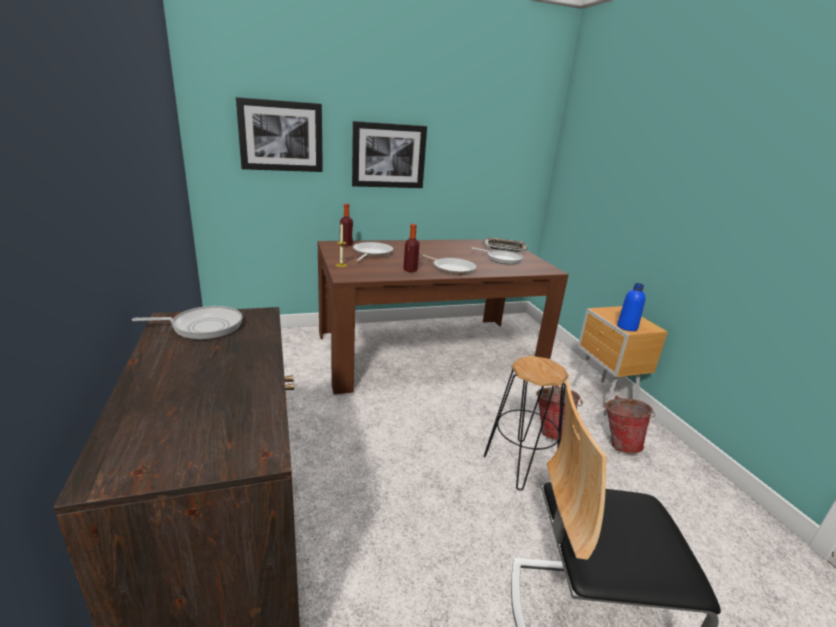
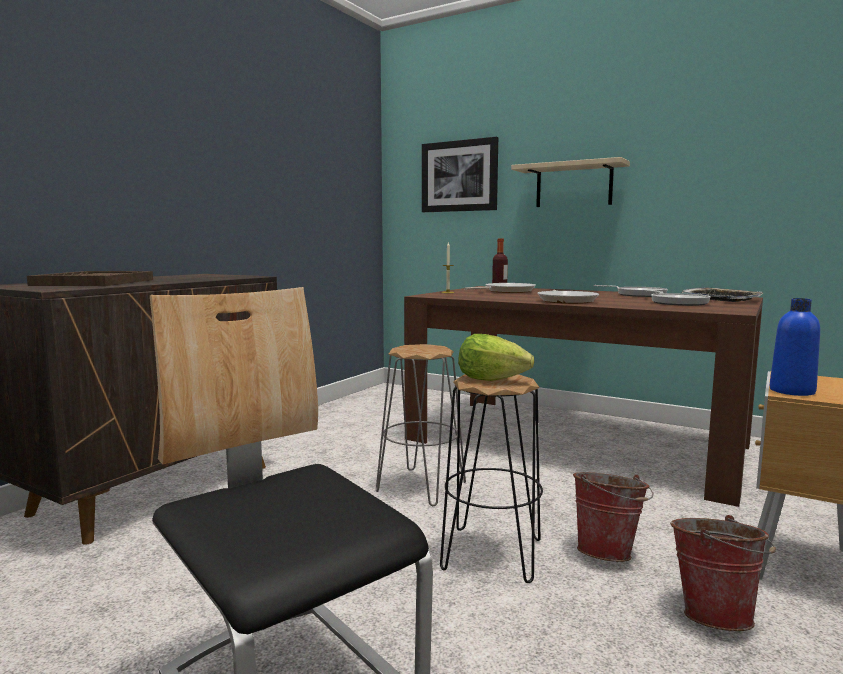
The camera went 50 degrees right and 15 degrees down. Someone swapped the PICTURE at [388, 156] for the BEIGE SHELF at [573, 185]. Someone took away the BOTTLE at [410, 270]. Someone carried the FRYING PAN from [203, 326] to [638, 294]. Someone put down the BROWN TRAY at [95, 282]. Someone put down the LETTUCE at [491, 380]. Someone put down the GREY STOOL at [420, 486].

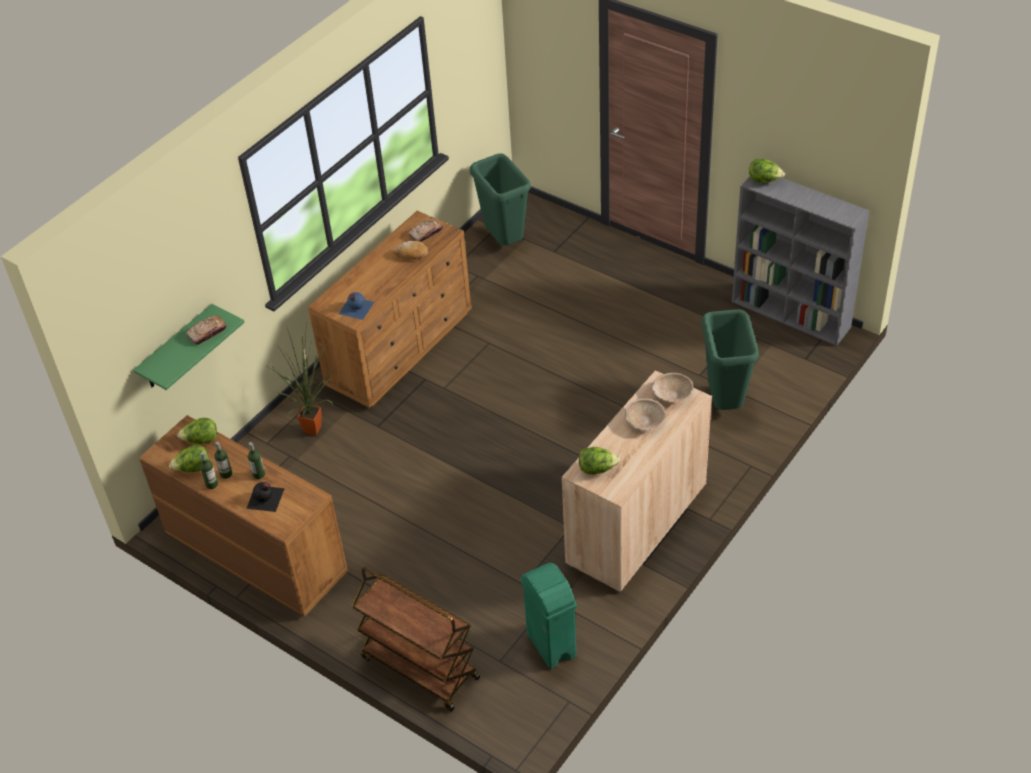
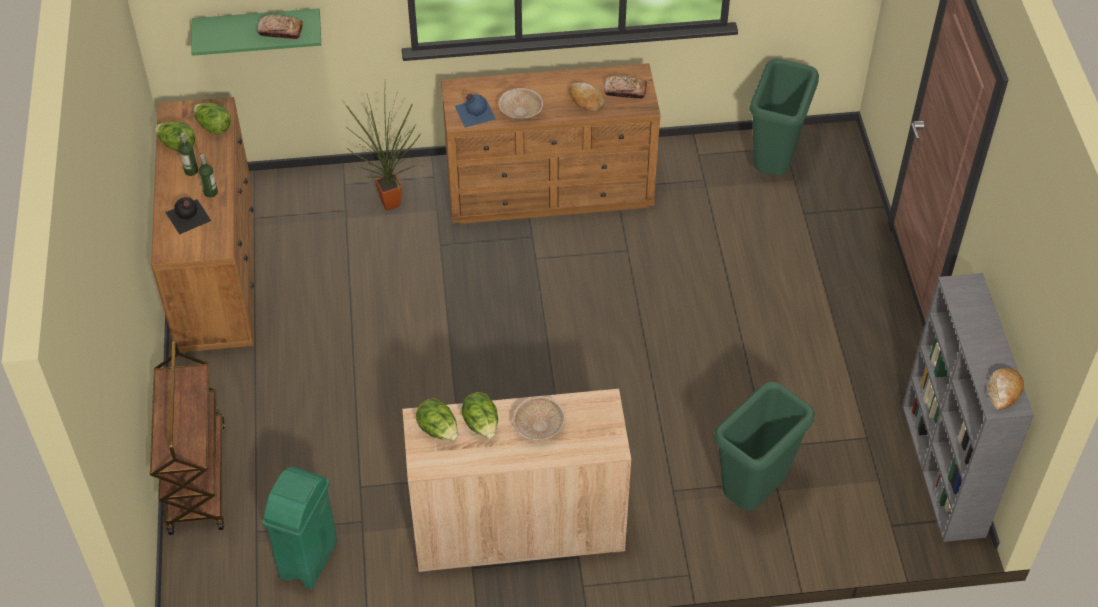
The camera went 45 degrees right and 5 degrees up. Someone carried the LETTUCE from [764, 180] to [481, 425]. Someone carried the BEIGE BOWL from [671, 395] to [520, 111]. Someone took away the BOTTLE at [212, 484]. Someone put down the BREAD at [1003, 392].

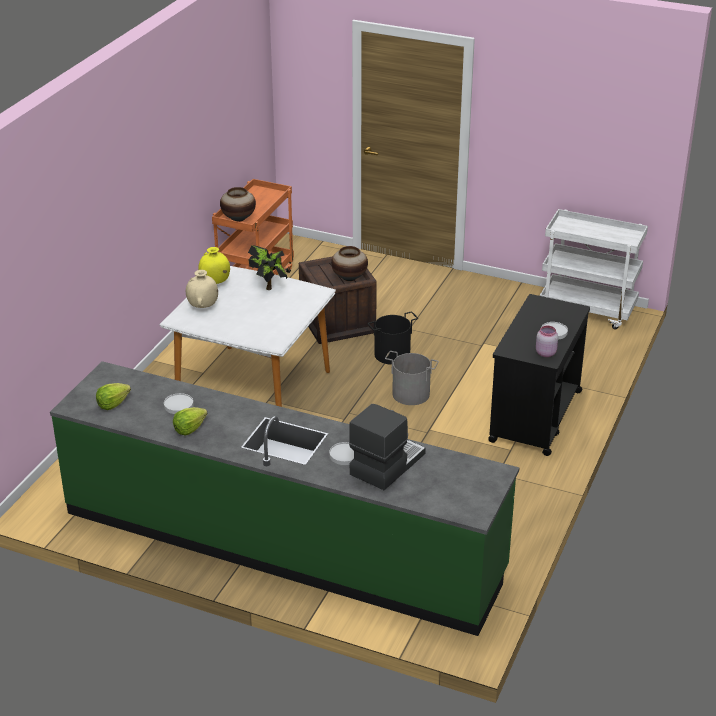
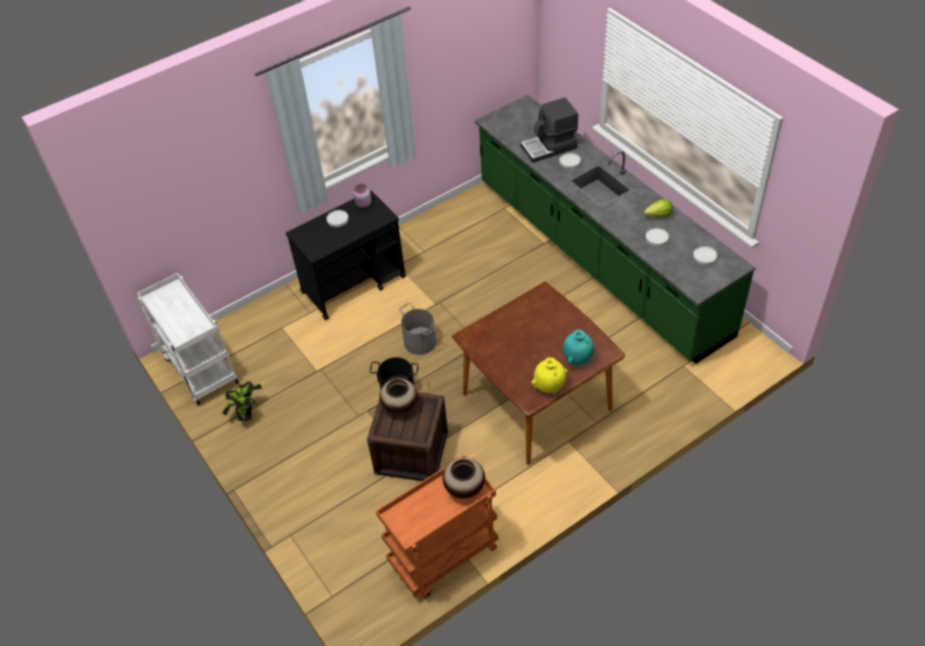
The camera went 145 degrees left and 15 degrees up. Someone carried the POTTED PLANT from [269, 285] to [247, 412]. Someone repainted the WHITE DINING TABLE at [253, 388], which became the BROWN DINING TABLE at [537, 402]. Someone repainted the BEIGE VASE at [203, 307], which became the TURQUOISE VASE at [577, 359]. Someone swapped the LETTUCE at [113, 404] for the WHITE PLATE at [705, 256].

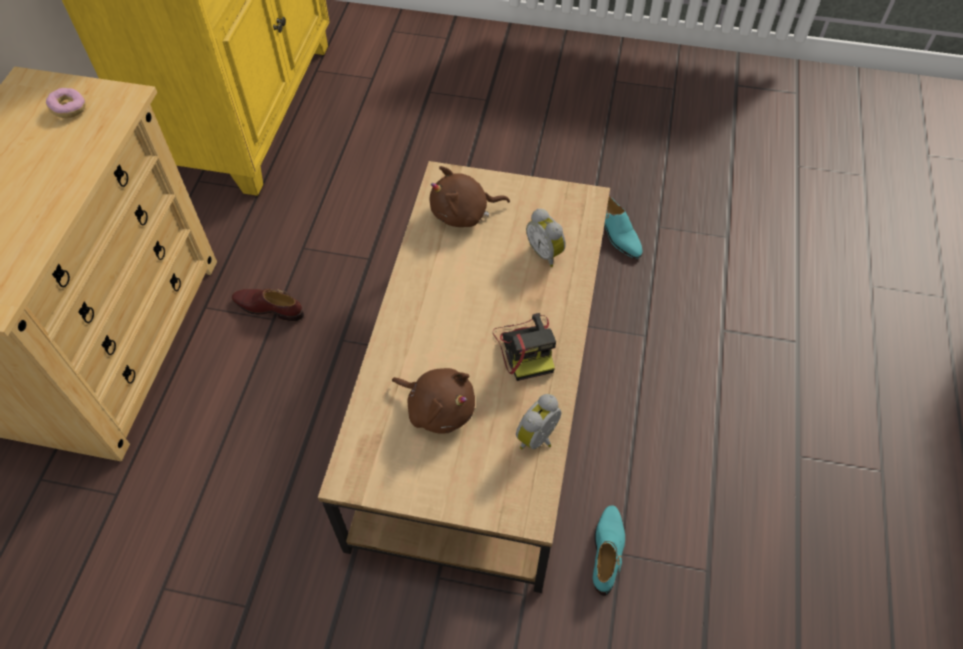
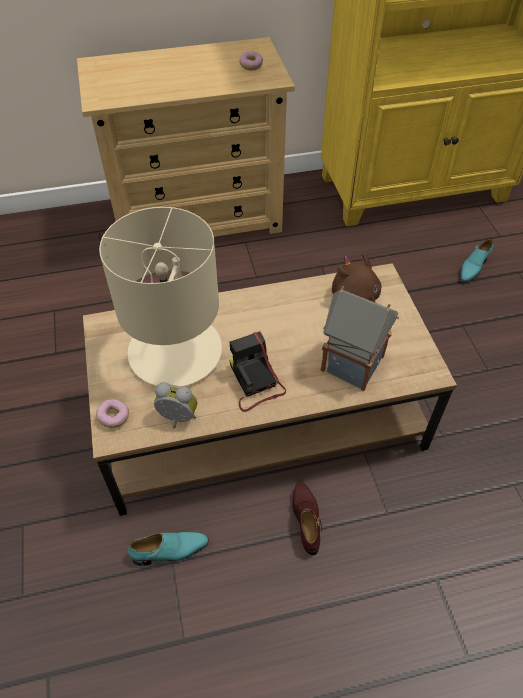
The camera went 65 degrees right and 5 degrees down. Someone carried the TURQUOISE SHOE from [617, 235] to [473, 267]. Someone swapped the ALARM CLOCK at [546, 252] for the TOY HOUSE at [354, 364]. Someone carried the BROWN SHOE from [268, 308] to [306, 519]. Someone rotated the PHOTO CAMERA at [526, 347] by 105 degrees clockwise. Someone swapped the BROWN PLUSH TOY at [438, 408] for the BEIGE TABLE LAMP at [175, 350]. Someone put down the DONUT at [114, 417].

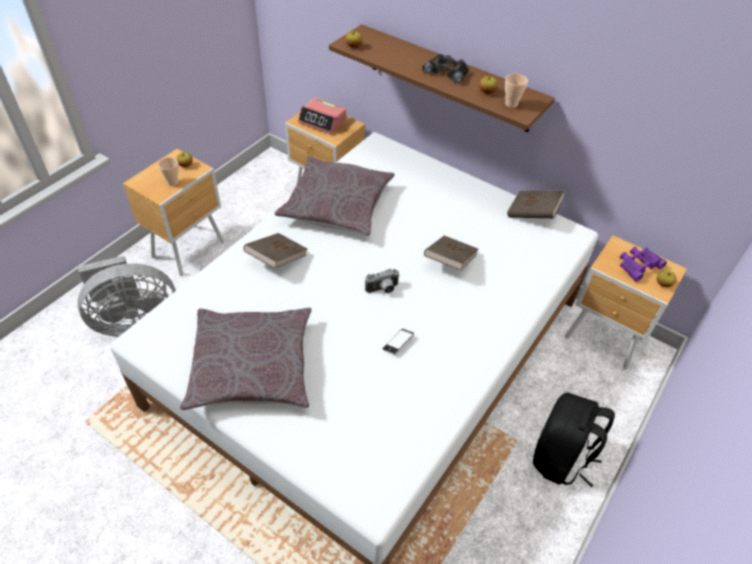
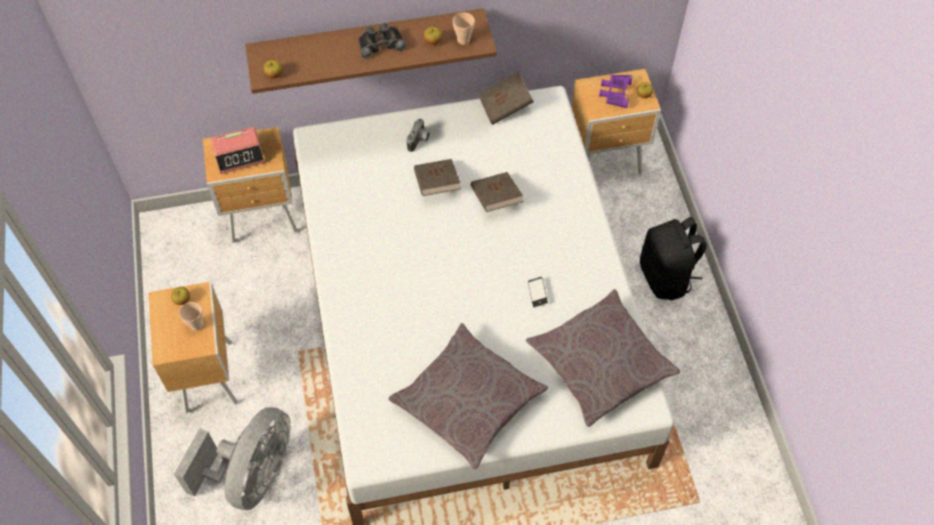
The camera went 45 degrees left and 10 degrees up. Someone carried the GREY PILLOW from [336, 204] to [600, 363]. Someone carried the BROWN BOOK from [277, 259] to [437, 185]. Someone carried the PHOTO CAMERA from [383, 290] to [419, 141].

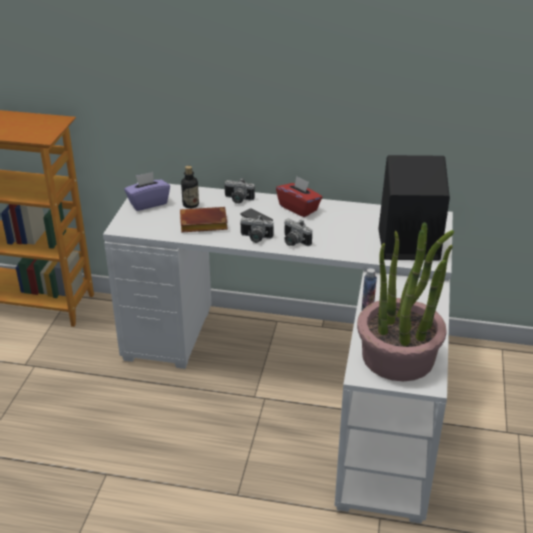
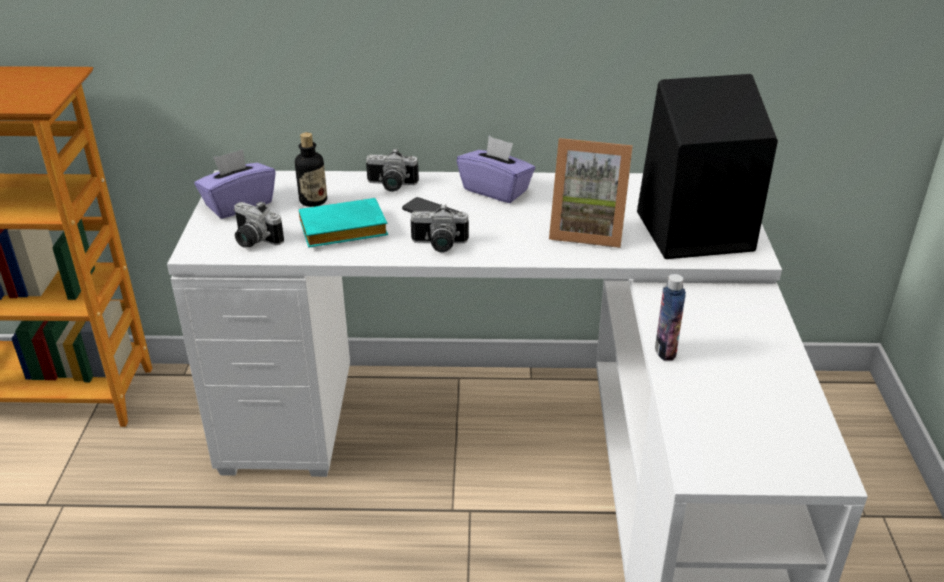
The camera went 10 degrees left and 0 degrees up. Someone repainted the RED TISSUE BOX at [299, 208], which became the PURPLE TISSUE BOX at [496, 190]. Someone repainted the BROWN BOOK at [202, 225], which became the TURQUOISE BOOK at [341, 232]. Someone carried the PHOTO CAMERA from [293, 242] to [253, 241]. Someone took away the POTTED PLANT at [398, 357]. Someone put down the PICTURE FRAME at [587, 230].

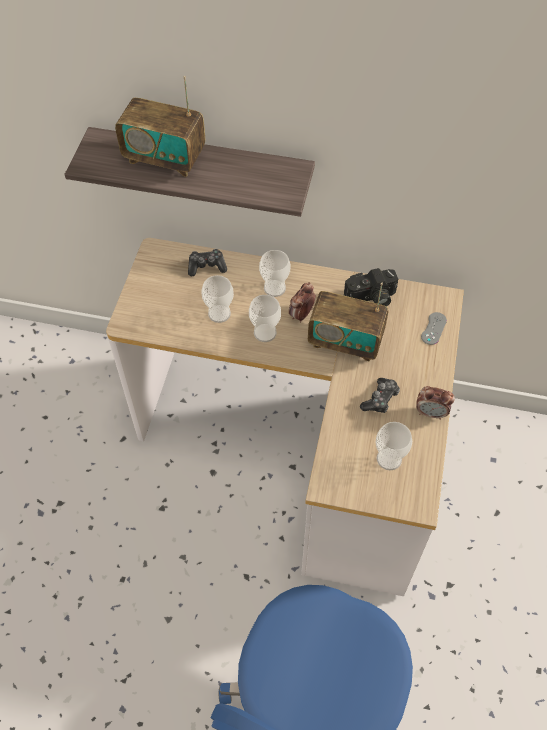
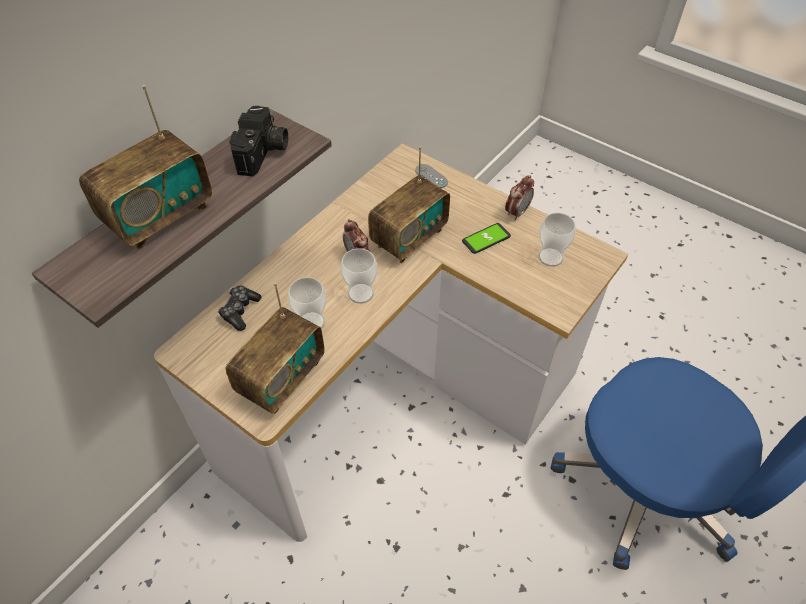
The camera went 65 degrees left and 5 degrees down. Someone took away the CUP at [274, 288]. Someone carried the PHOTO CAMERA from [371, 298] to [263, 153]. Someone swapped the GAME CONTROLLER at [380, 399] for the PHONE at [486, 239]. Someone put down the RADIO at [281, 378].

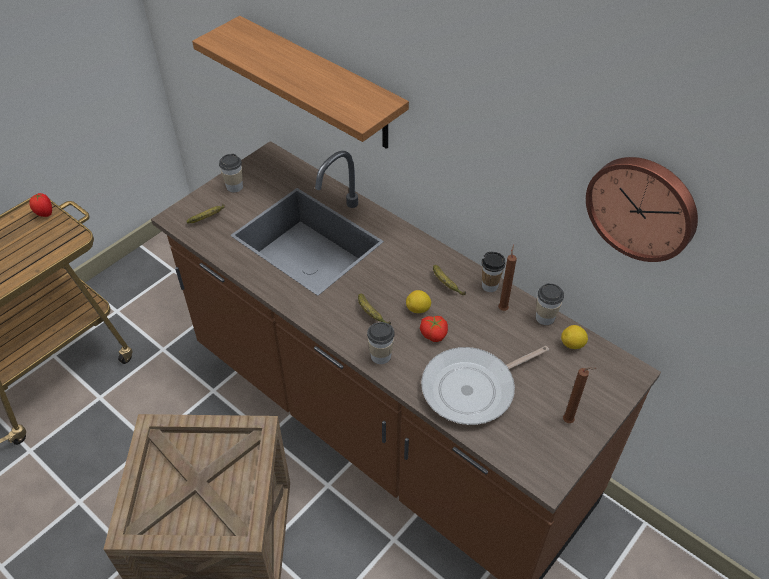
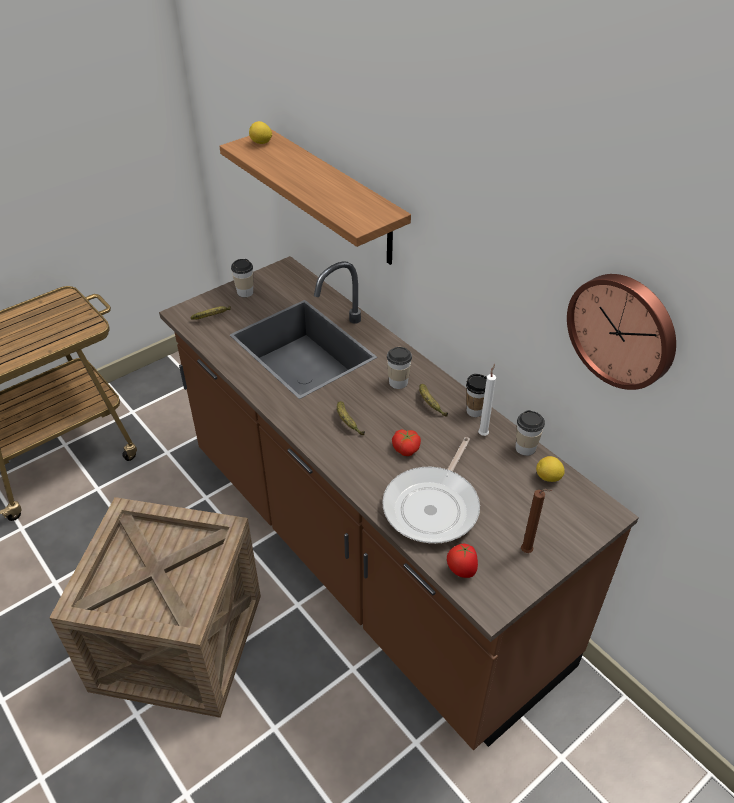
The camera went 10 degrees right and 5 degrees down. Someone carried the TOMATO from [44, 214] to [461, 571]. Someone repainted the BROWN CANDLE at [503, 308], which became the WHITE CANDLE at [483, 433]. Someone carried the LEMON from [418, 309] to [261, 143]. Someone carried the CUP from [381, 356] to [398, 382]. Someone rotated the FRYING PAN at [473, 389] by 45 degrees counterclockwise.

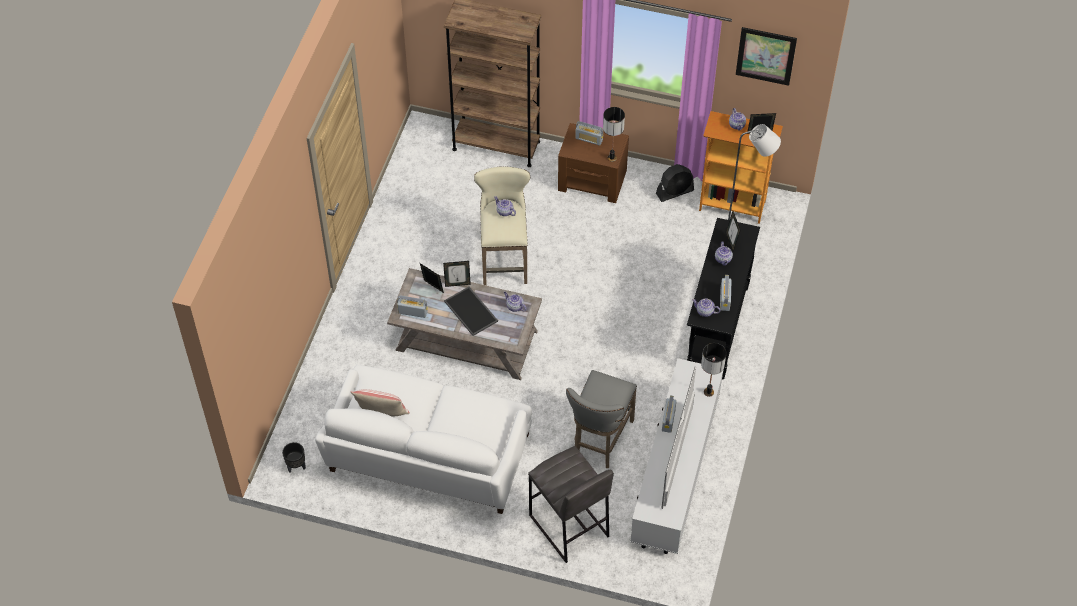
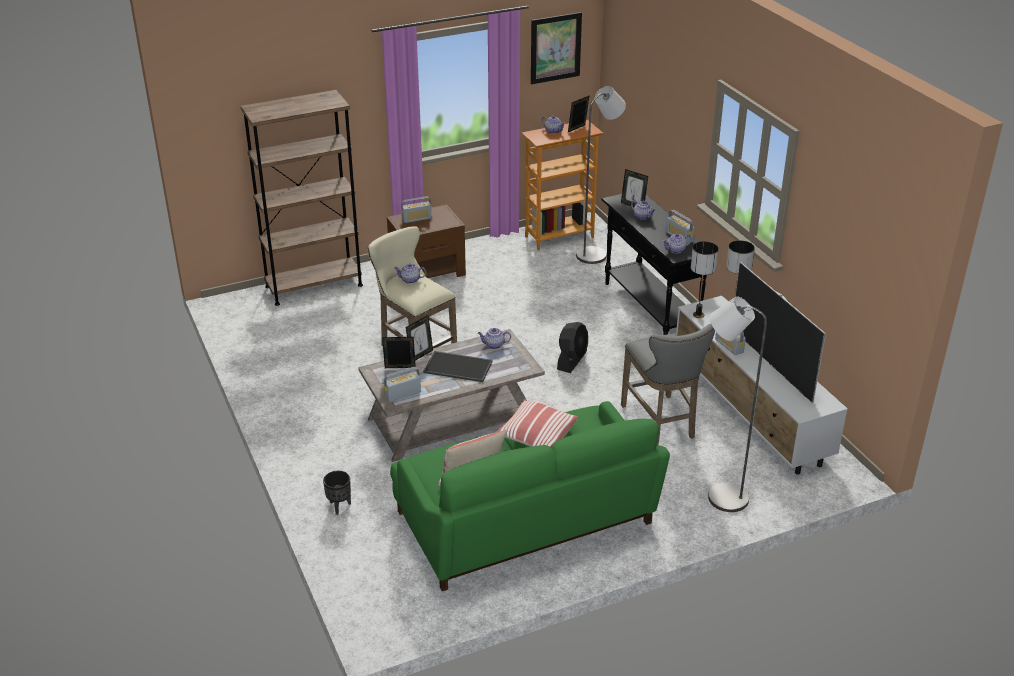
The camera went 40 degrees left and 20 degrees down. Someone carried the TABLE LAMP from [612, 158] to [698, 315]. Someone carried the BLACK FAN from [675, 192] to [572, 360]. Someone repainted the WHITE SOFA at [428, 455], which became the GREEN SOFA at [525, 521]. Someone carried the BLACK PLANTER from [296, 466] to [339, 507]. Someone swapped the GREY STOOL at [568, 526] for the GREY FLOOR LAMP at [720, 497]. Someone put down the PILLOW at [536, 435].

